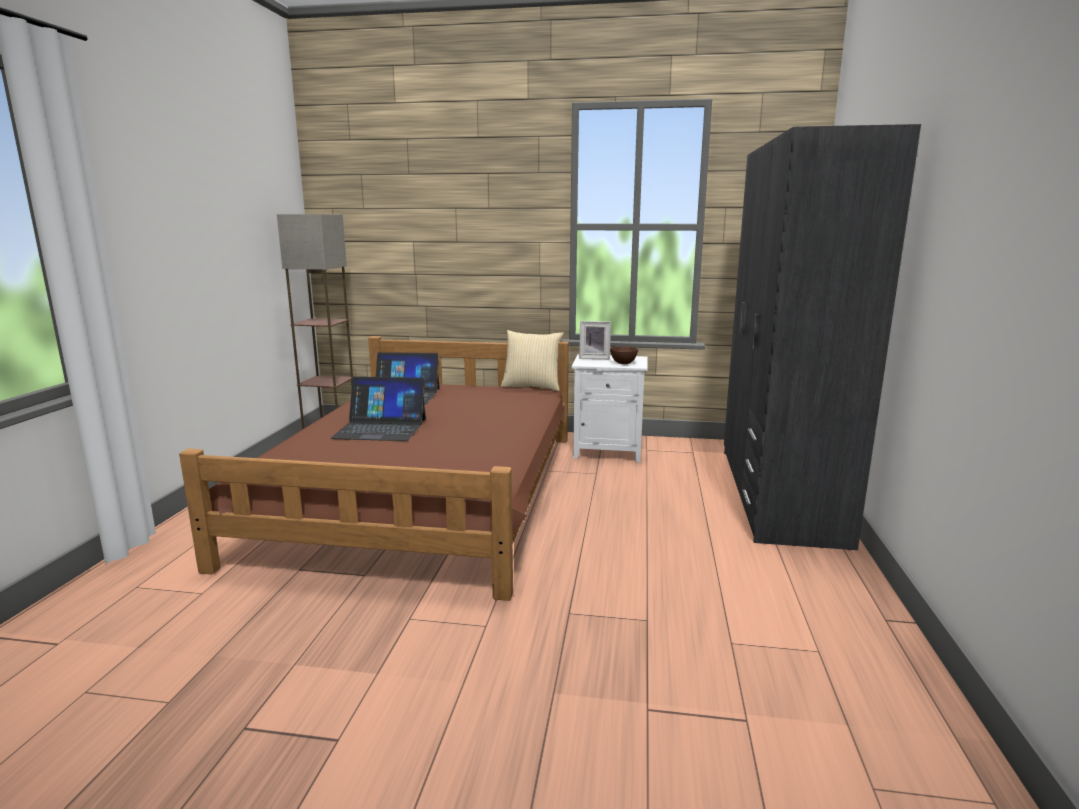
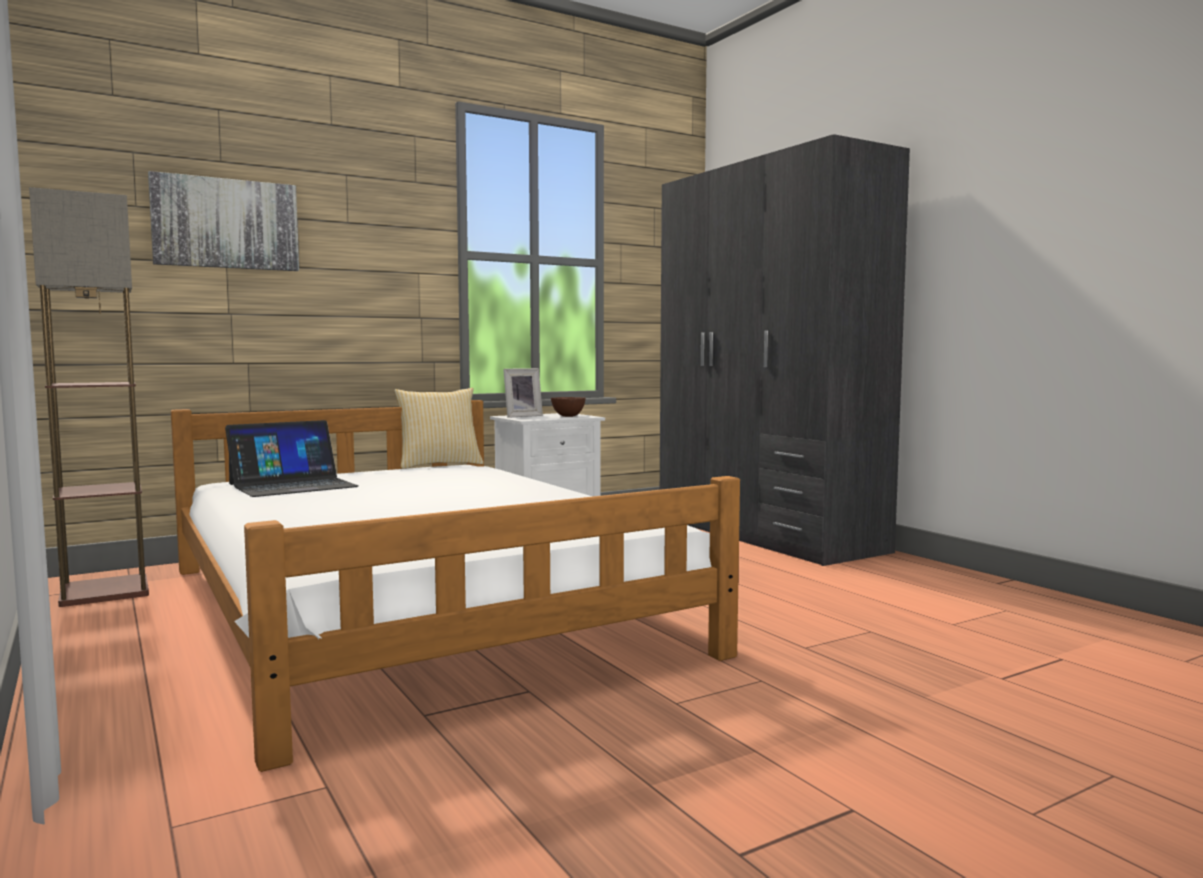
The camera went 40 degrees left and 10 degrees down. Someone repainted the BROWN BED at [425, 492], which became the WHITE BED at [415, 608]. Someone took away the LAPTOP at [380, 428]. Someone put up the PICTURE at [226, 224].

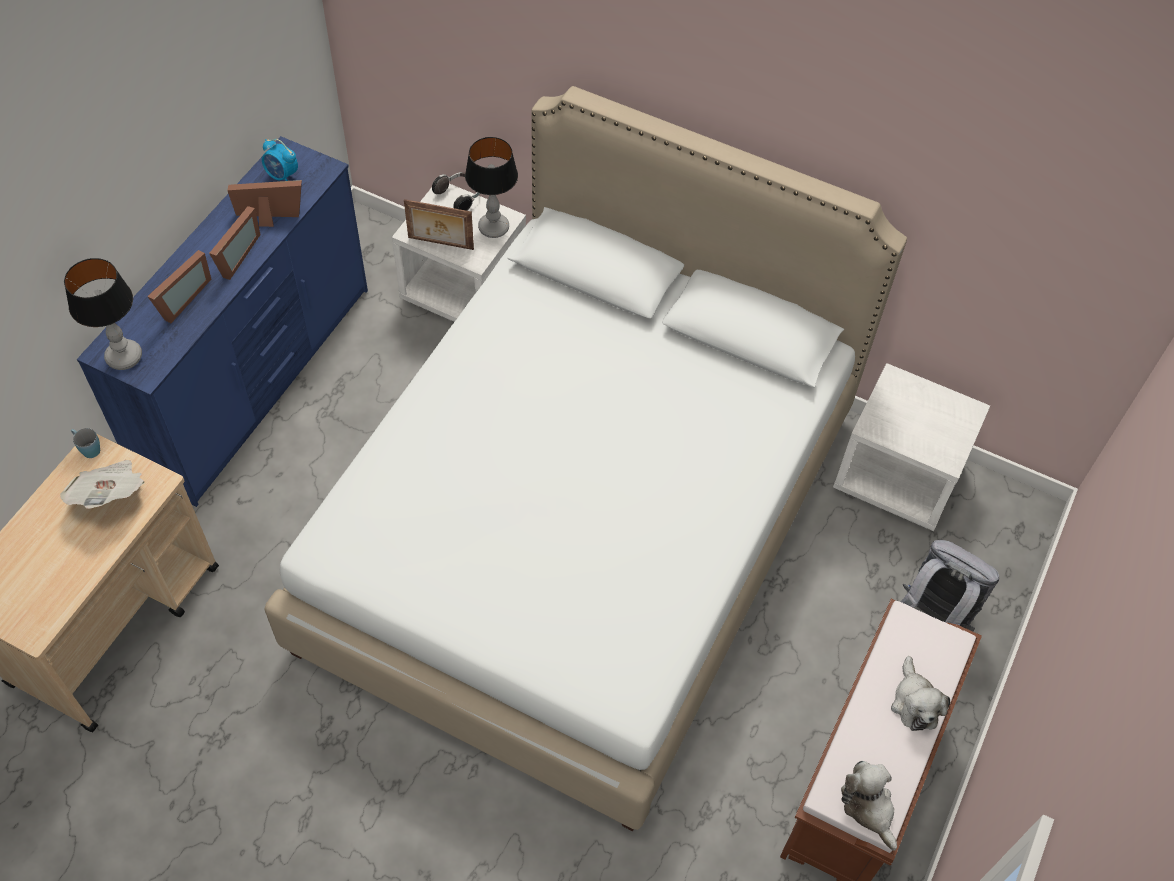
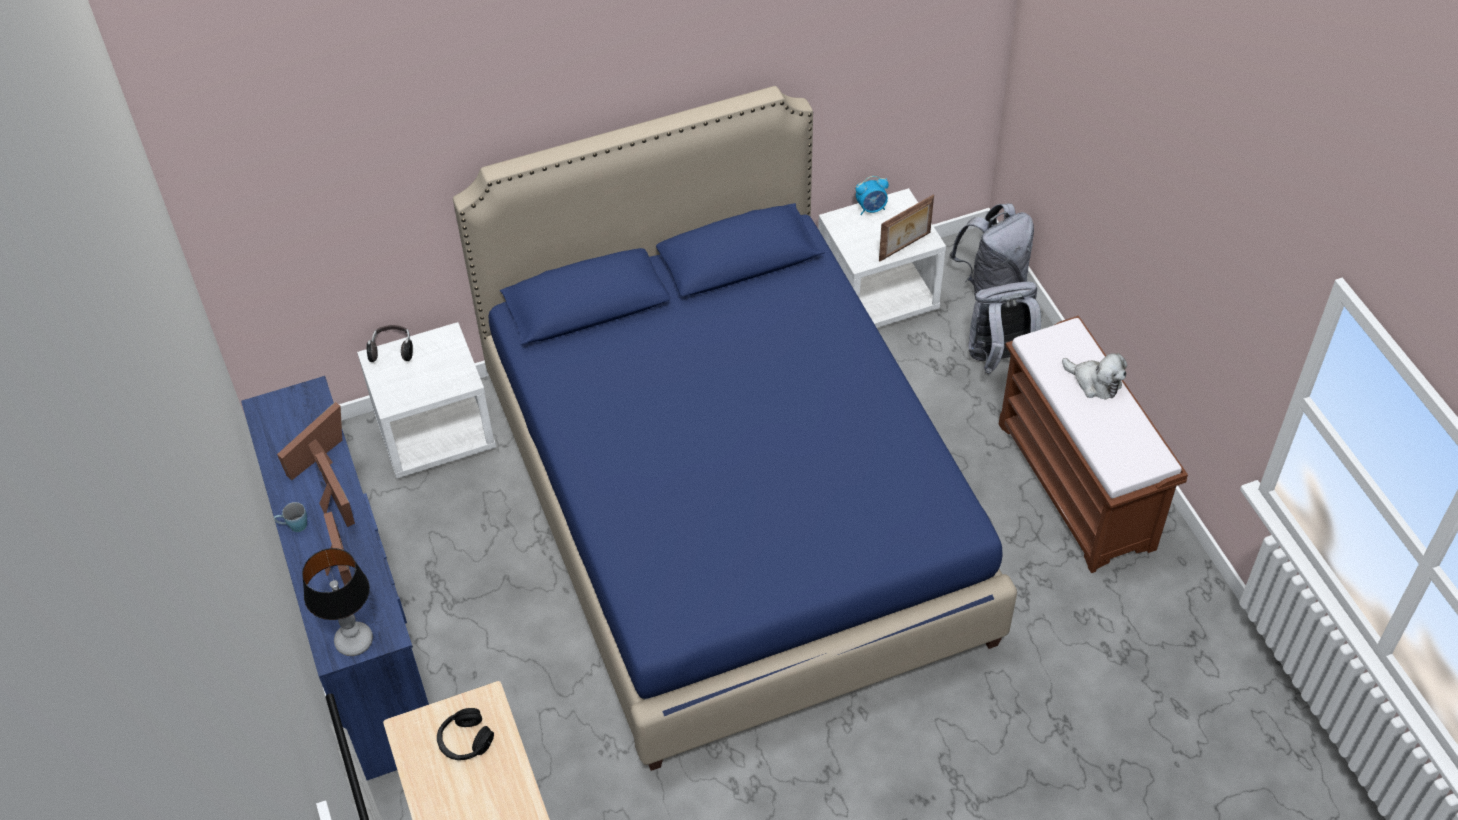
The camera went 45 degrees left and 5 degrees down. Someone repainted the WHITE BED at [582, 528], which became the BLUE BED at [731, 507]. Someone took away the TABLE LAMP at [494, 228]. Someone carried the ALARM CLOCK from [282, 176] to [871, 208]. Someone carried the PICTURE FRAME from [440, 244] to [905, 247]. Someone carried the BLUE MUG from [88, 449] to [294, 526]. Someone swapped the NEWSPAPER at [110, 494] for the BLACK HEADPHONES at [465, 741]. Someone took away the PLUSH TOY at [869, 807]. Someone put down the GREY BACKPACK at [991, 284].

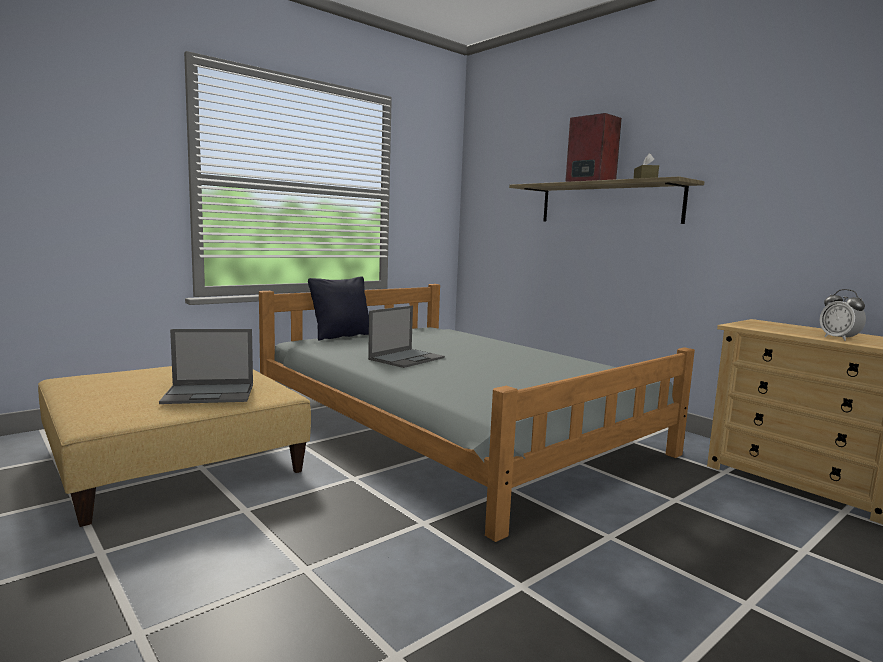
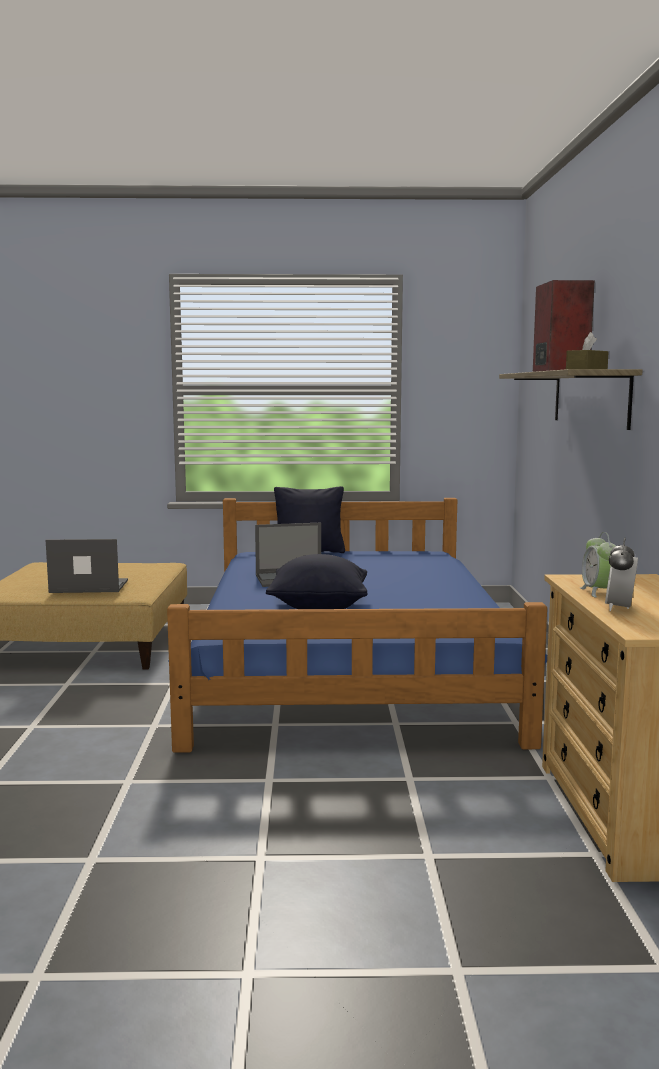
The camera went 40 degrees right and 0 degrees up. Someone repainted the GREY BED at [454, 427], which became the BLUE BED at [347, 665]. Someone rotated the LAPTOP at [210, 394] by 150 degrees clockwise. Someone put down the ALARM CLOCK at [598, 592]. Someone put down the BLACK PILLOW at [319, 608].

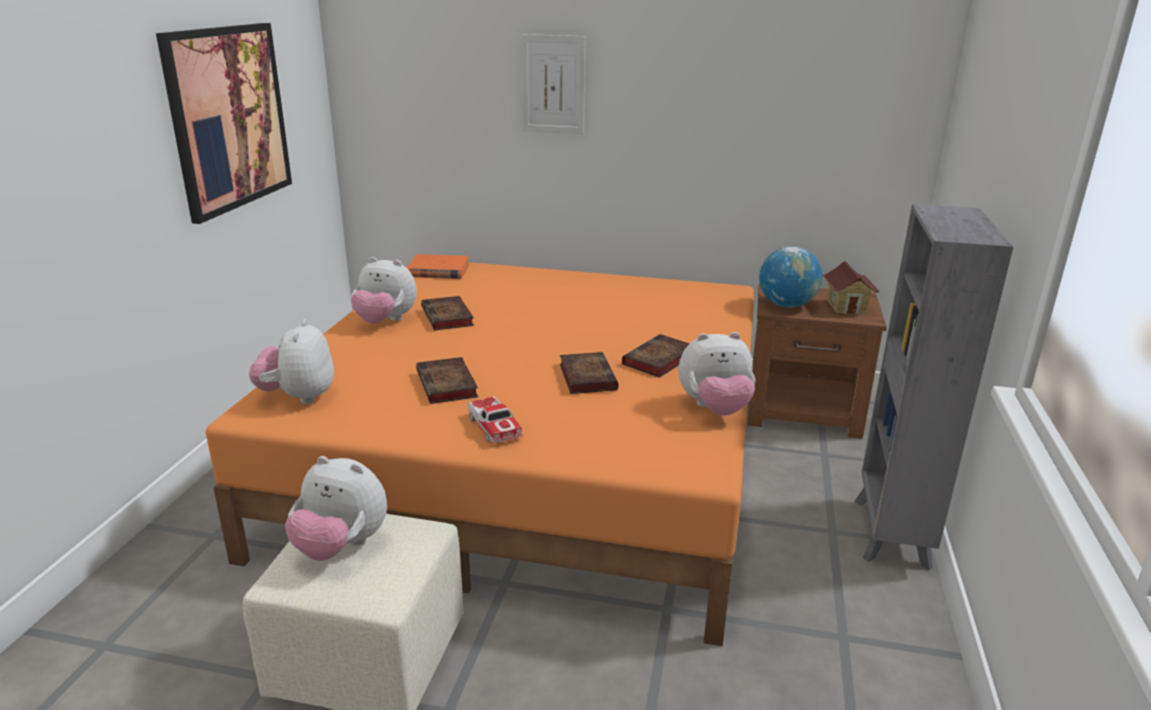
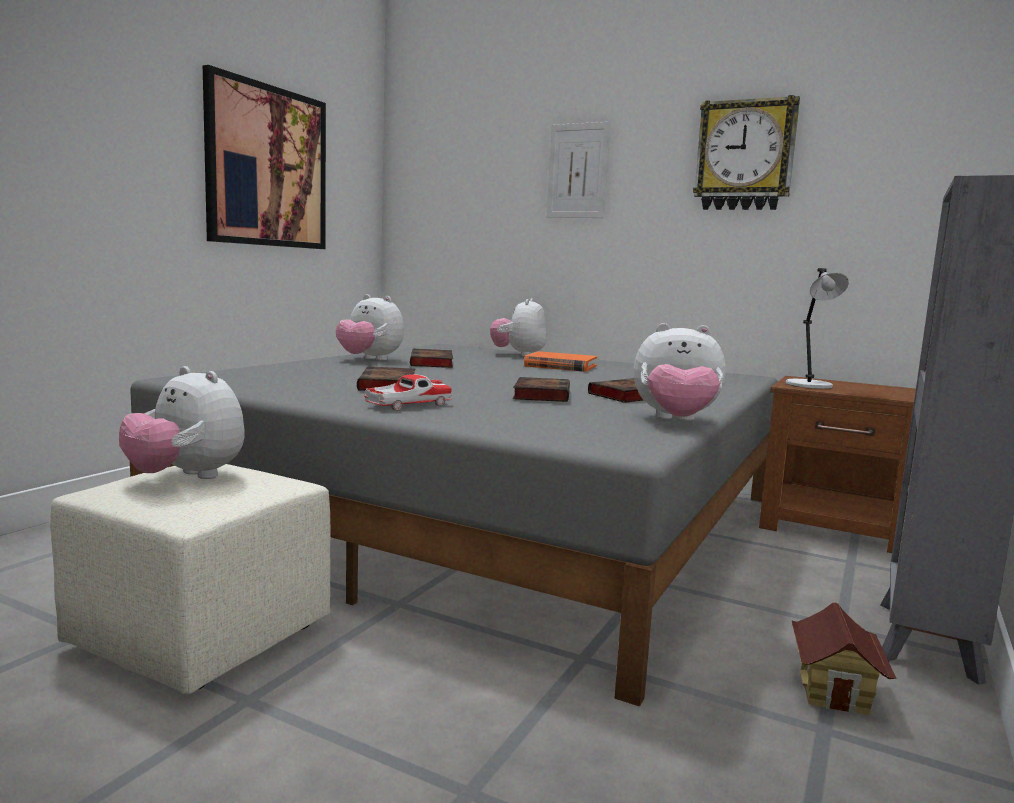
The camera went 15 degrees right and 15 degrees down. Someone swapped the GLOBE at [786, 305] for the GREY TABLE LAMP at [810, 385]. Someone carried the ORANGE BOOK from [438, 270] to [560, 366]. Someone carried the TOY HOUSE from [846, 307] to [834, 692]. Someone repainted the ORANGE BED at [533, 459], which became the GREY BED at [496, 520]. Someone carried the PLUSH TOY from [298, 397] to [518, 355]. Someone rotated the TOY CAR at [494, 427] by 120 degrees counterclockwise. Someone put up the WALL CLOCK at [745, 156].

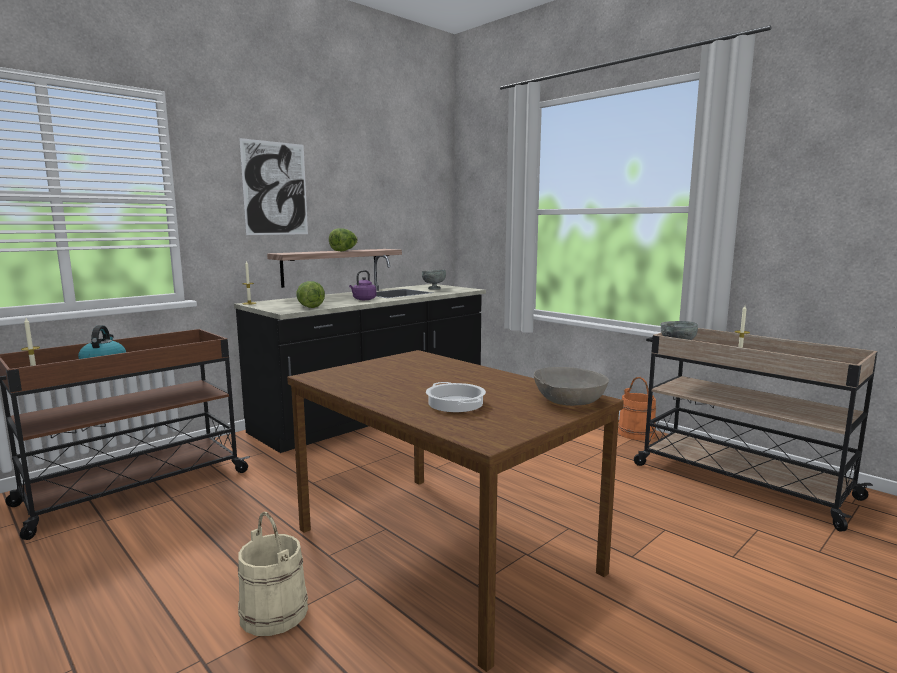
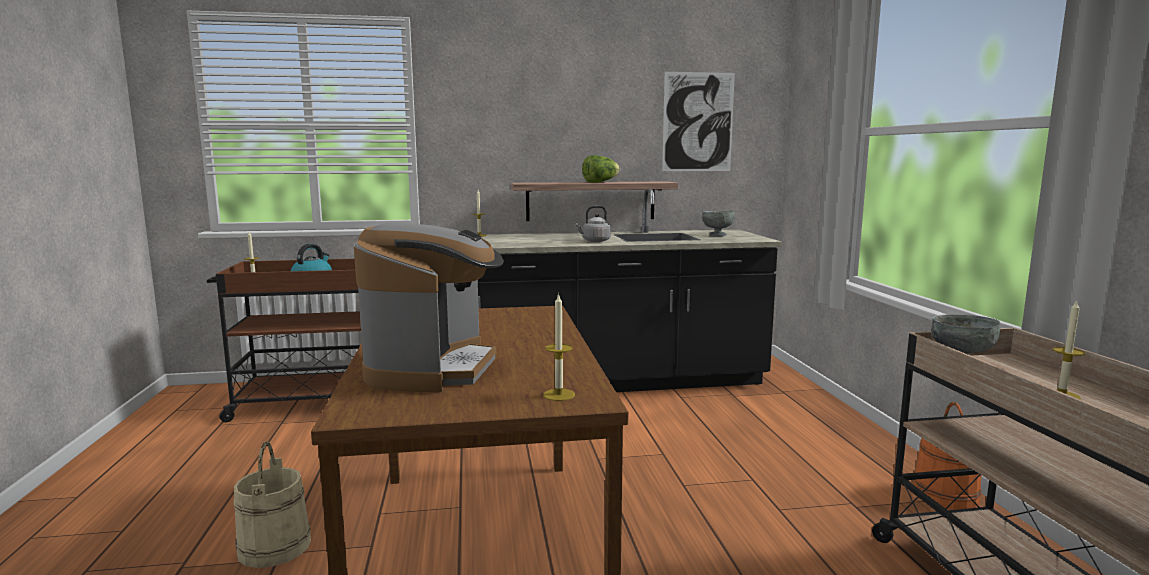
The camera went 35 degrees right and 0 degrees up. Someone carried the PICTURE from [275, 188] to [698, 122]. Someone repainted the PURPLE KETTLE at [363, 299], which became the GREY KETTLE at [594, 241]. Someone took away the LETTUCE at [309, 306]. Someone swapped the GREY BOWL at [570, 400] for the CANDLE at [559, 395]. Someone swapped the COOKING POT at [454, 403] for the COFFEE MACHINE at [433, 369].

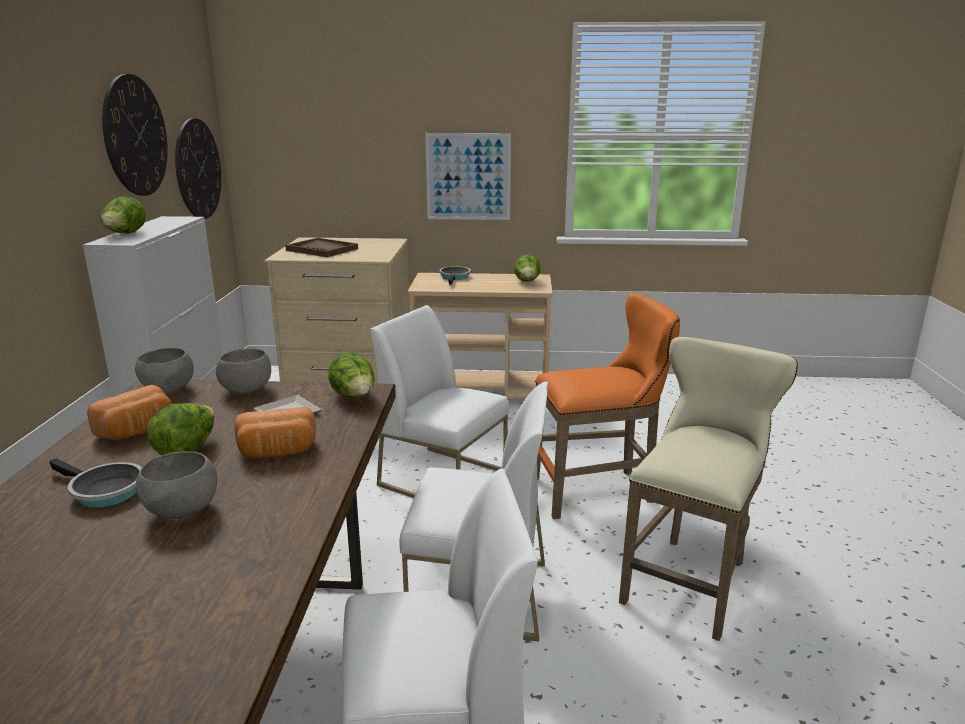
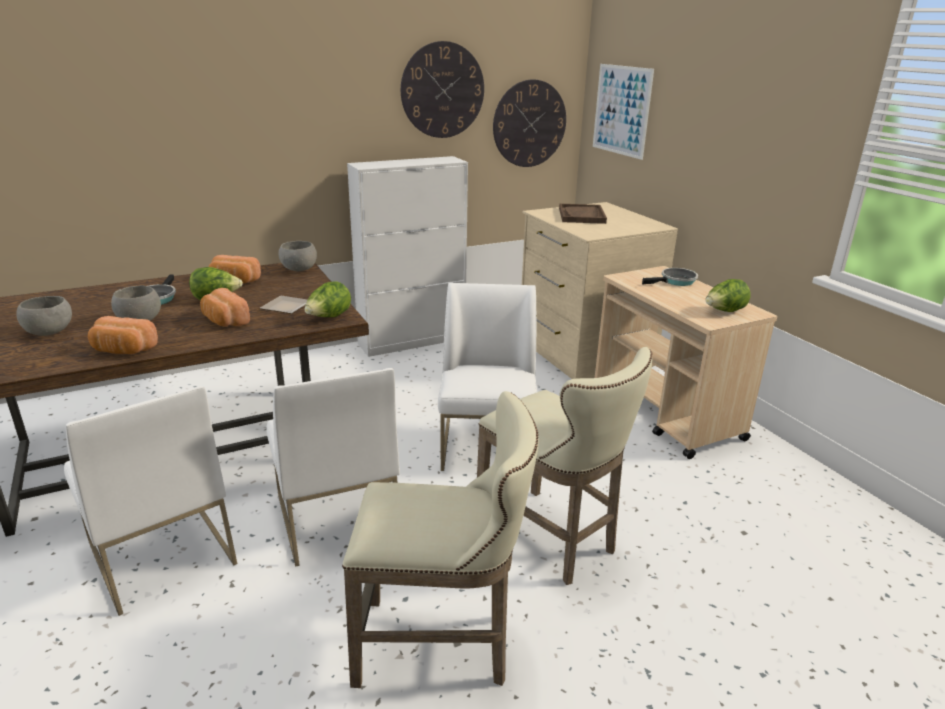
The camera went 60 degrees right and 5 degrees up. Someone carried the PICTURE from [468, 177] to [621, 110]. Someone took away the LETTUCE at [125, 234]. Someone repainted the ORANGE STOOL at [599, 491], which became the BEIGE STOOL at [552, 540]. Someone carried the GREY BOWL from [245, 390] to [49, 332]. Someone put down the BREAD at [123, 350].

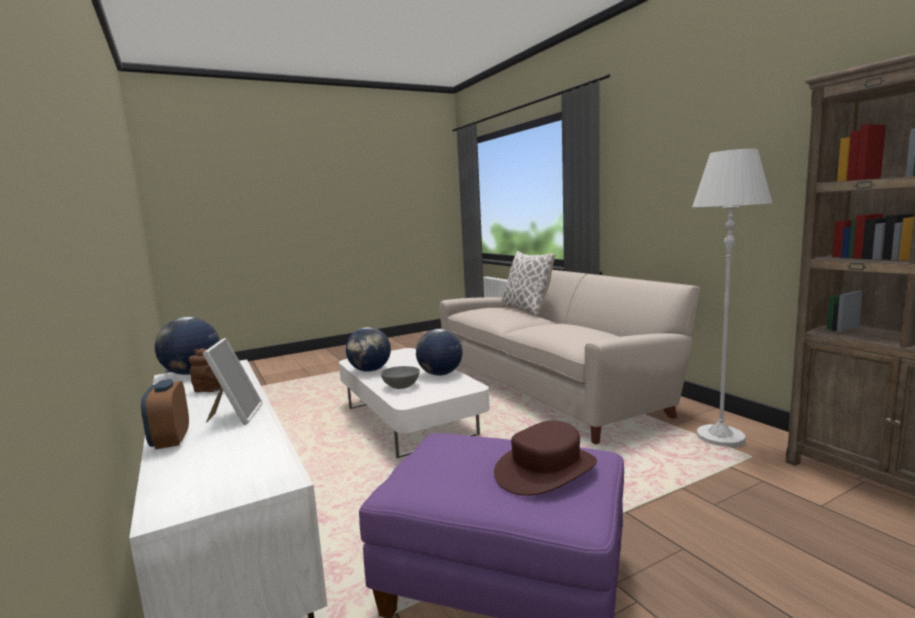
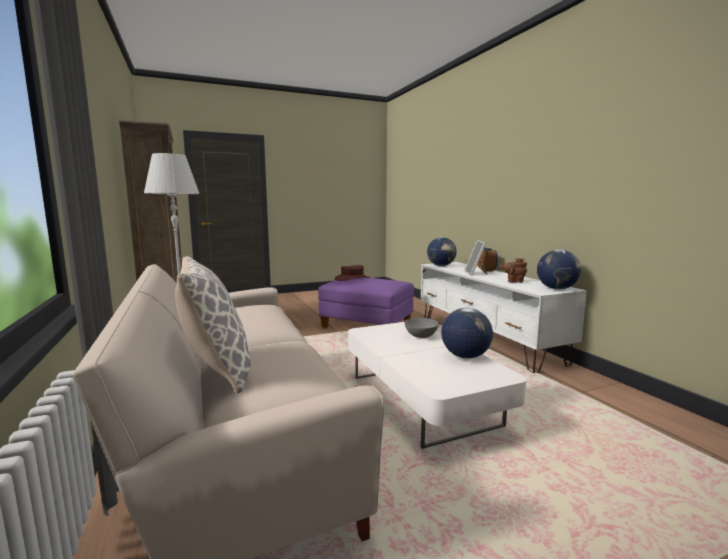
The camera went 175 degrees left and 0 degrees up. Someone carried the GLOBE from [440, 374] to [441, 266].

